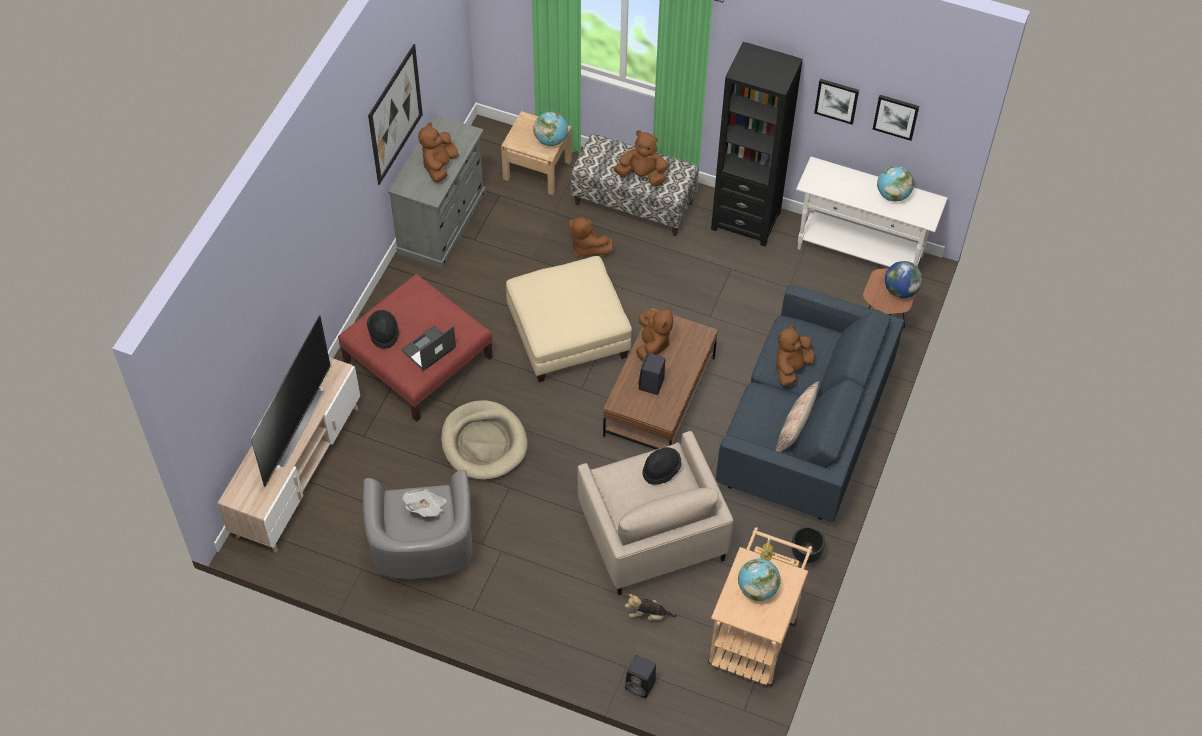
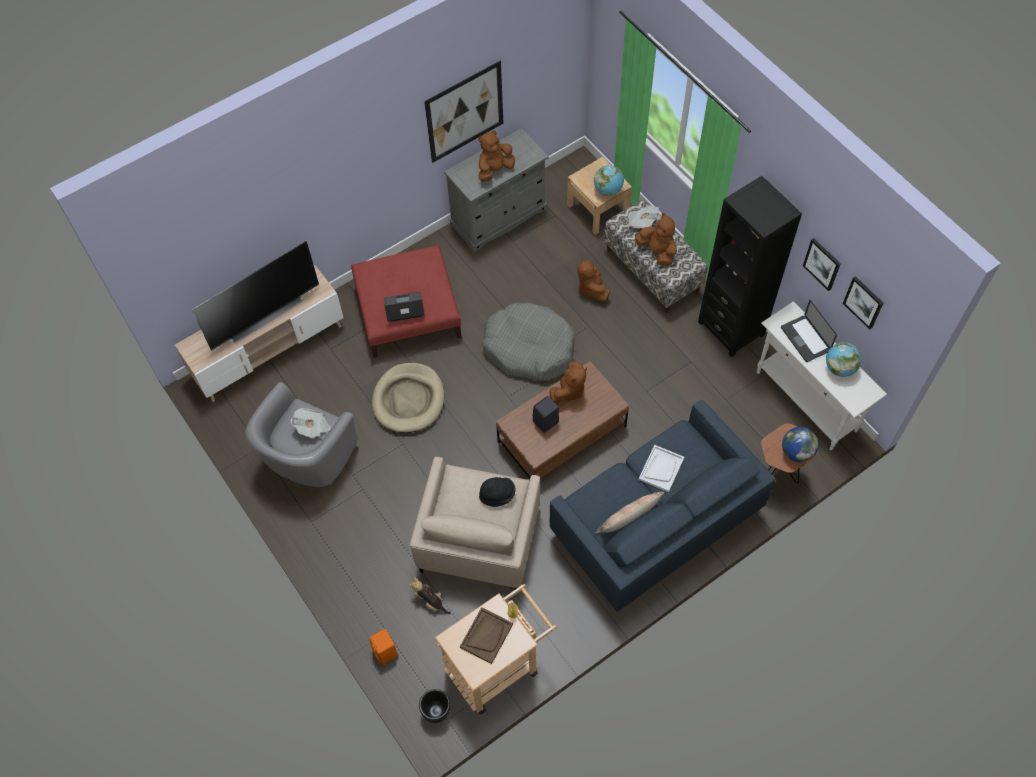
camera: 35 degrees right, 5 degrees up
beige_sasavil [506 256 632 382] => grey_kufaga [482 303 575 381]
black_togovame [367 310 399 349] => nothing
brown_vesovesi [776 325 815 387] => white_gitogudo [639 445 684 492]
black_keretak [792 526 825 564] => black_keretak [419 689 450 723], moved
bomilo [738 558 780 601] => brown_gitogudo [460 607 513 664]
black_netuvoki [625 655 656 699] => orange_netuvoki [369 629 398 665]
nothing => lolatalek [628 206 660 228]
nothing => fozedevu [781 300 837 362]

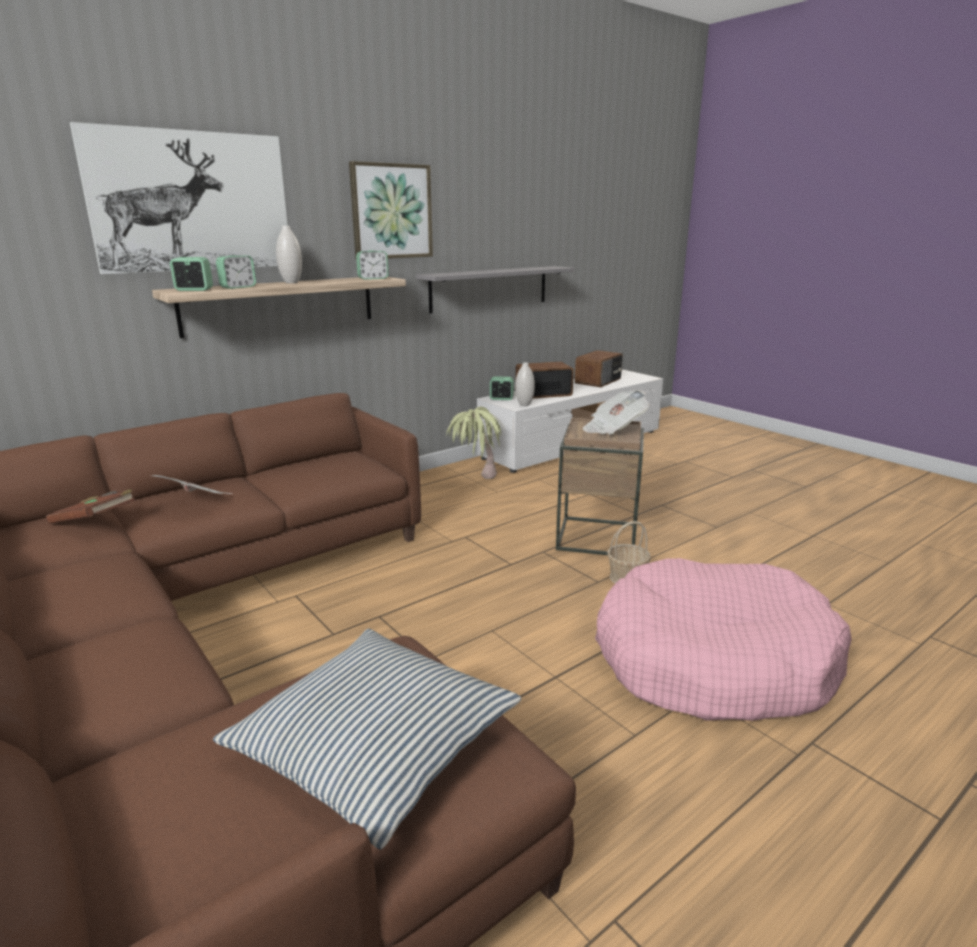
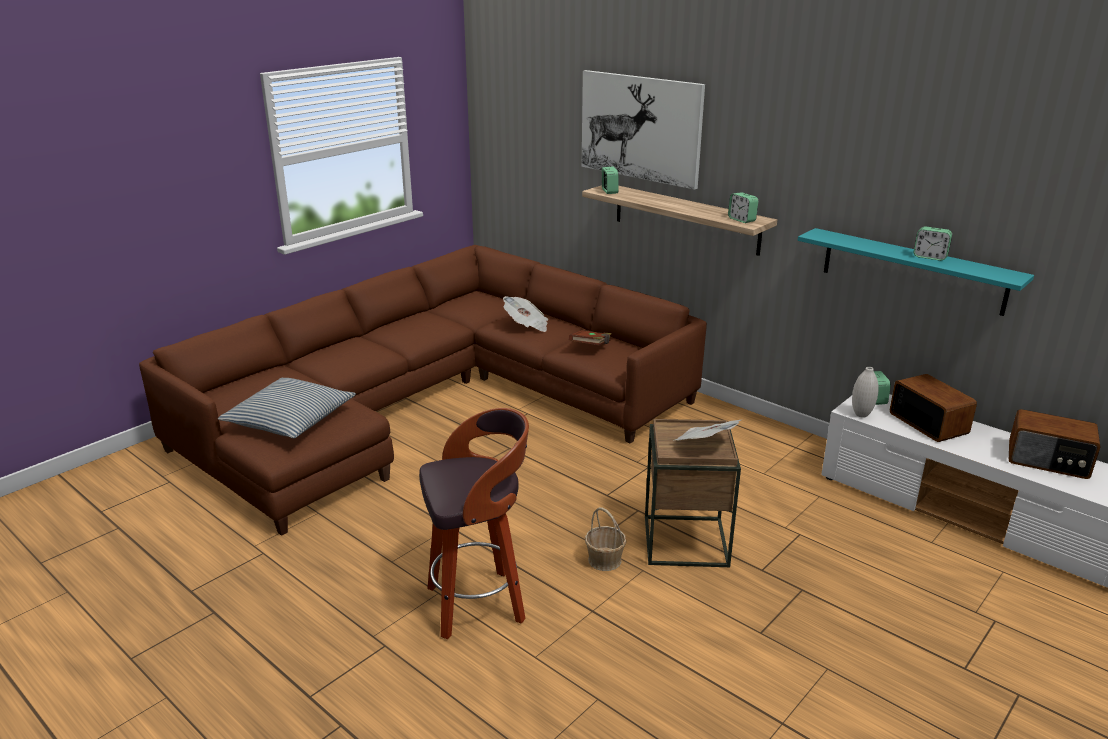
camera: 80 degrees right, 5 degrees up
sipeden [349 161 433 259] => nothing
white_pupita [276 226 302 283] => nothing
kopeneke [216 255 256 289] => kopeneke [913 226 952 261], moved
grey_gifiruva [416 266 574 313] => turquoise_gifiruva [798 228 1034 316]
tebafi [446 407 505 479] => nothing
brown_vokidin [46 489 136 524] => brown_vokidin [569 330 612 346], moved
pink_kufaga [595 558 852 721] => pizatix [419 408 529 639]

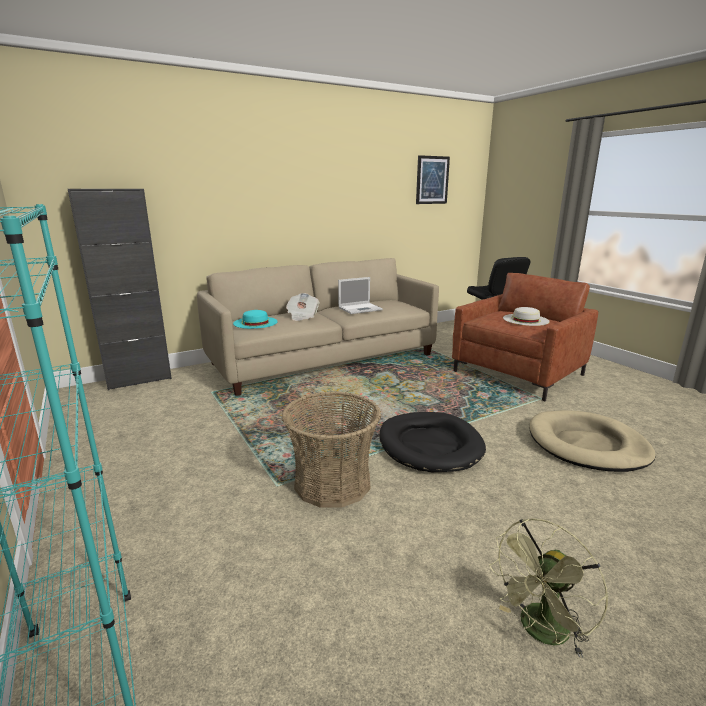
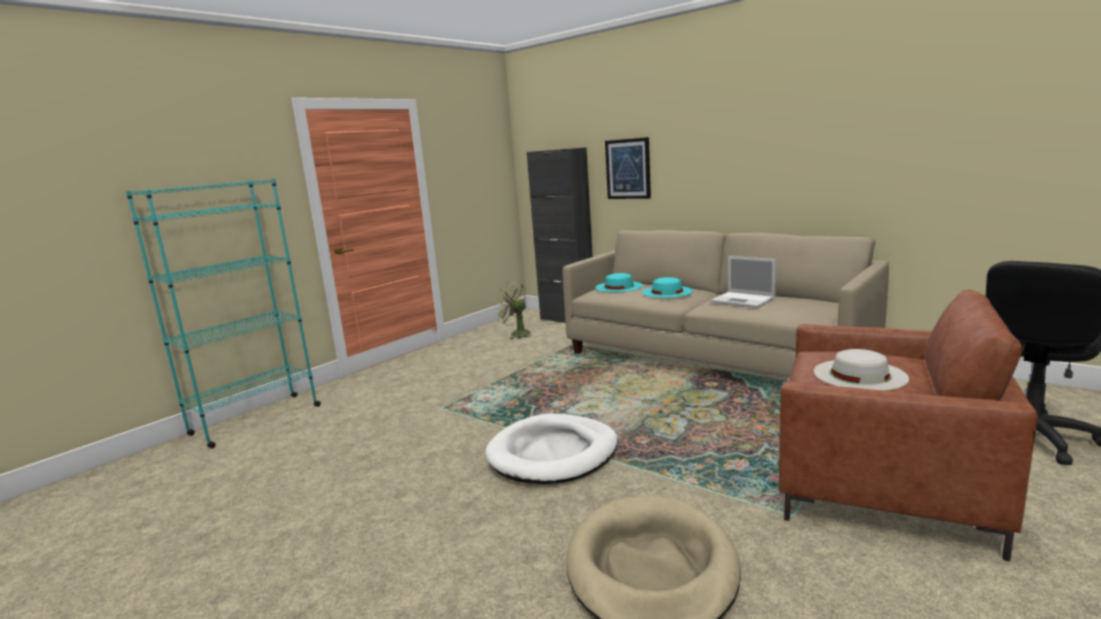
camera: 70 degrees right, 5 degrees down
sipeden [416 155 450 204] => sipeden [605 137 651 199], moved
lolatalek [286 293 320 321] => turquoise_togovame [642 277 693 298]
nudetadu [281 391 381 508] => nothing
black_kufaga [379 412 486 472] => white_kufaga [485 413 618 484]
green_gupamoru [489 518 609 658] => green_gupamoru [494 281 532 339], moved

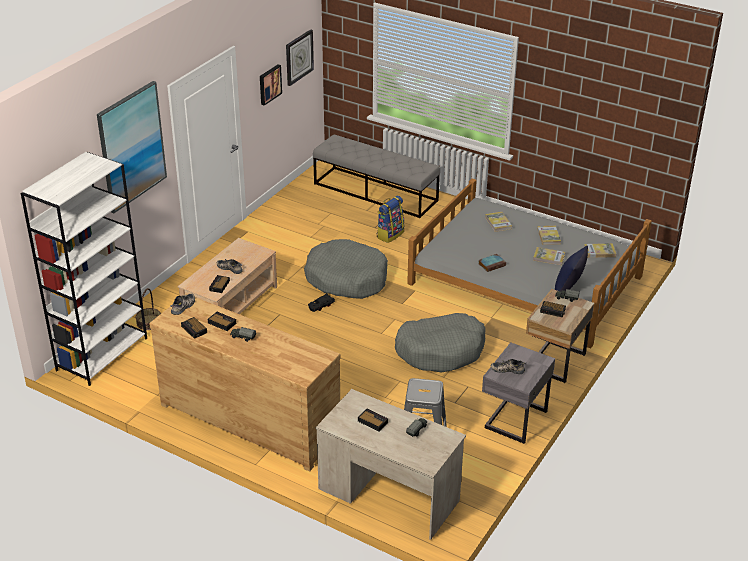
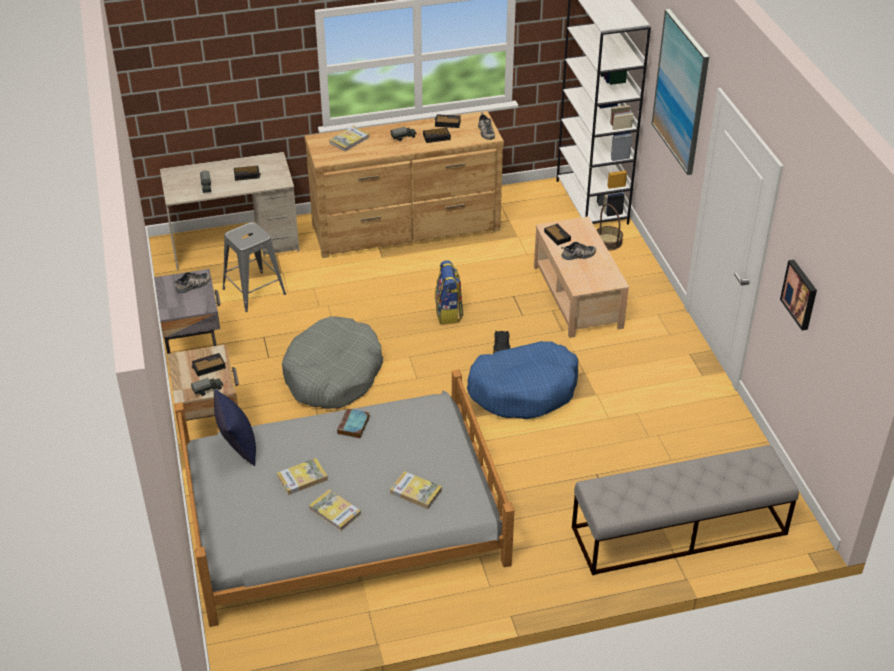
camera: 135 degrees right, 5 degrees up
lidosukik [286 29 314 86] => nothing
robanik [376 196 404 243] => robanik [435 260 463 324], moved
grey_kufaga [304 239 388 299] => blue_kufaga [467 341 578 419]
vokidin [584 243 616 258] => vokidin [329 126 370 152], moved

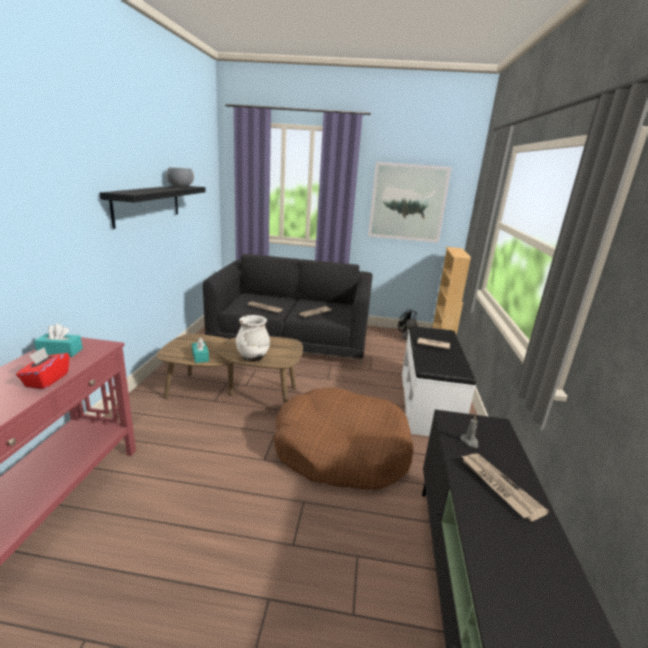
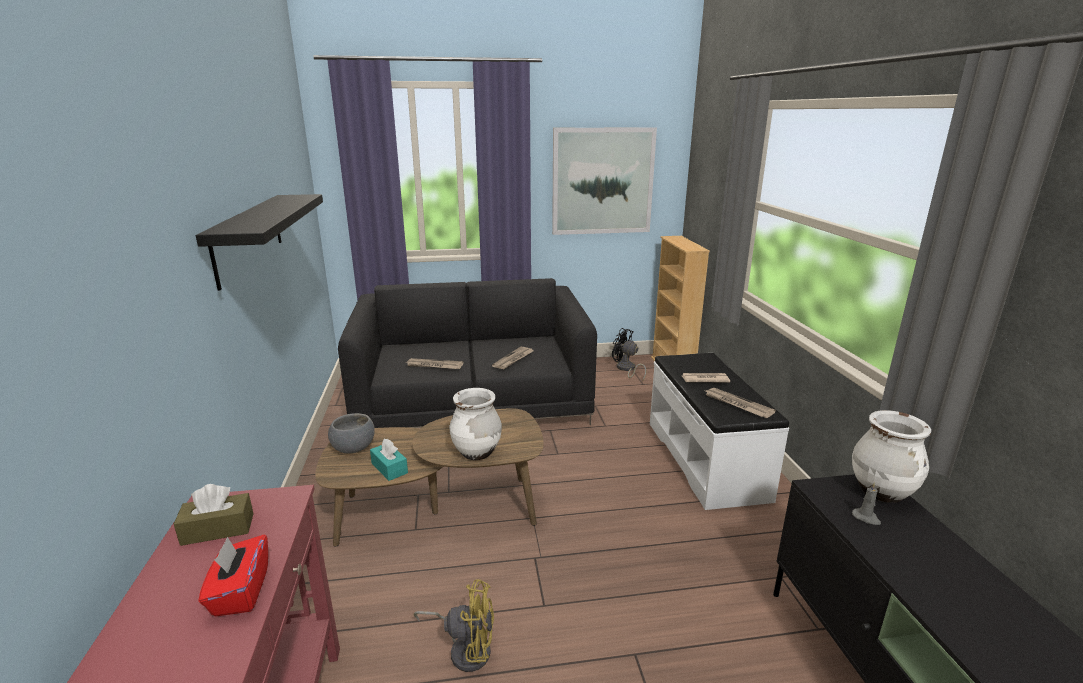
camera: 15 degrees left, 0 degrees up
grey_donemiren [166 167 194 187] => grey_donemiren [328 413 375 453], moved
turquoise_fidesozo [34 324 83 357] => brown_fidesozo [174 484 254 546]
brown_kufaga [273 387 413 490] => nothing
lolatalek [462 454 549 521] => lolatalek [706 388 776 418], moved
nothing => white_pupita [852 410 931 503]
nothing => yellow_gupamoru [414 579 494 672]

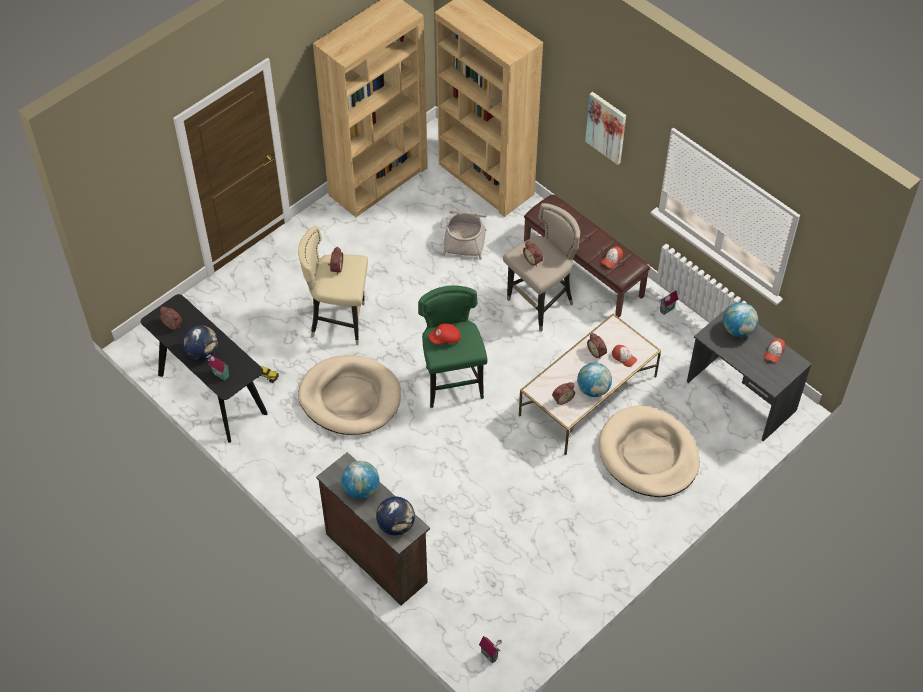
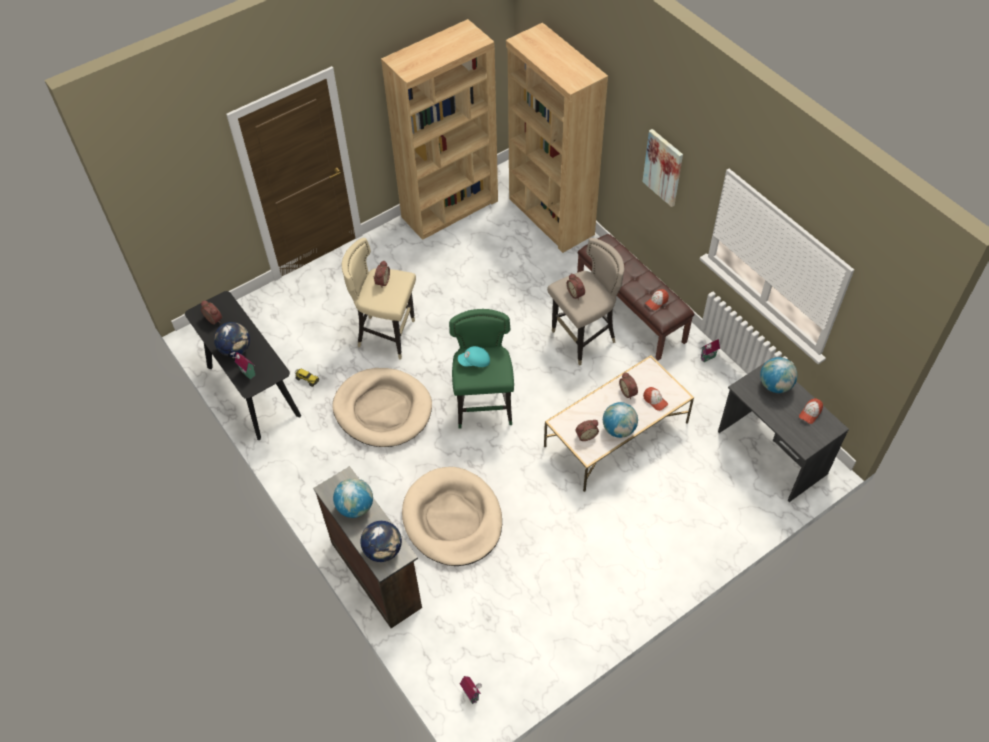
camera: 10 degrees right, 0 degrees up
nudetadu [442 211 487 260] => nothing
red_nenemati [429 323 461 344] => turquoise_nenemati [458 346 490 367]
beige_kufaga [598 405 700 497] => beige_kufaga [402 467 502 566], moved

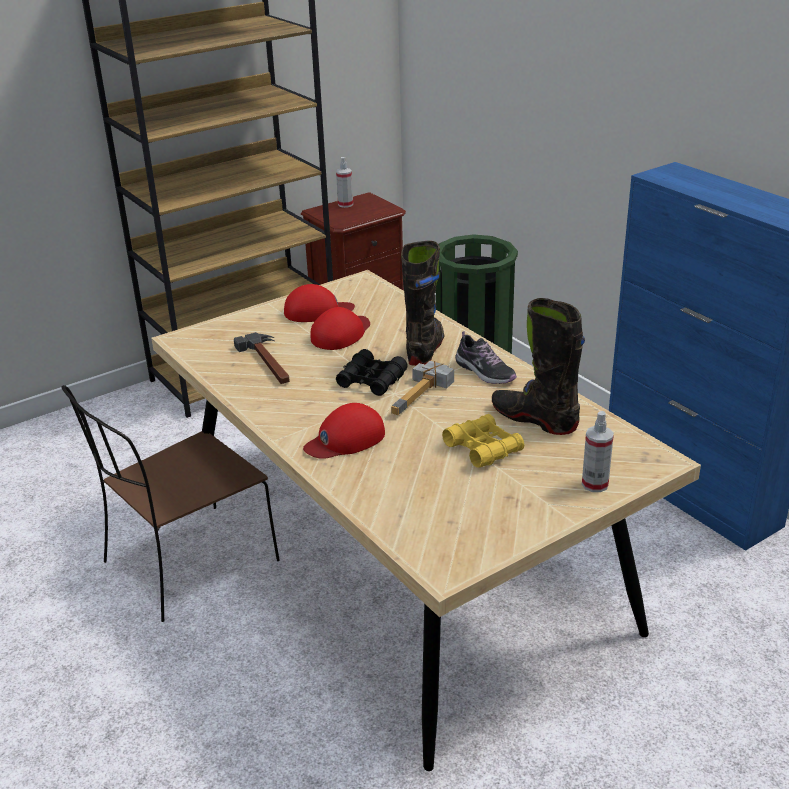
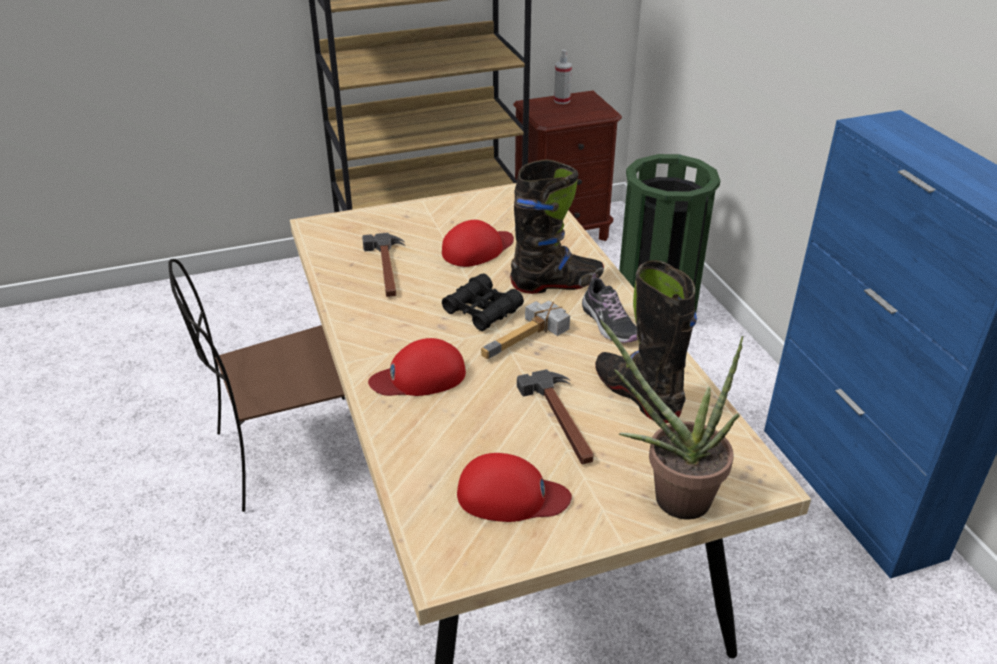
camera: 15 degrees right, 5 degrees up
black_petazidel [401 241 444 366] => black_petazidel [510 159 604 294], 45 degrees clockwise
red_nenemati [284 284 355 322] => red_nenemati [457 453 572 522], moved
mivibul [582 411 614 492] => tebafi [600 319 743 519]
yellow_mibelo [442 414 524 468] => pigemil [517 369 594 464]

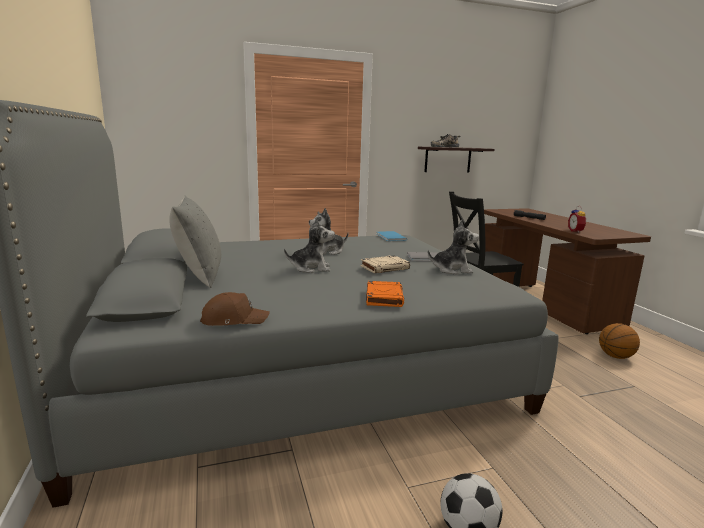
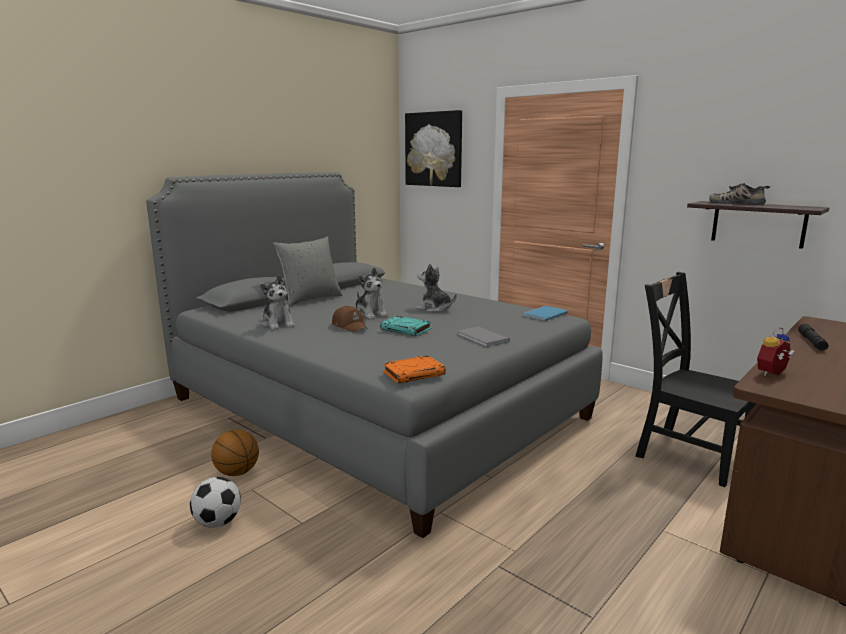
camera: 60 degrees right, 0 degrees up
vesovesi [428 220 479 275] => vesovesi [260 275 295 330], moved
beige_vokidin [360 255 410 273] => turquoise_vokidin [380 316 432 336]
orange_vokidin [366 281 404 307] => orange_vokidin [383 355 446 383], moved
brown_nenemati [200 292 270 326] => brown_nenemati [332 305 368 332], moved
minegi [599 323 640 359] => minegi [211 430 259 476], moved
nothing => sipeden [405 110 462 187]

